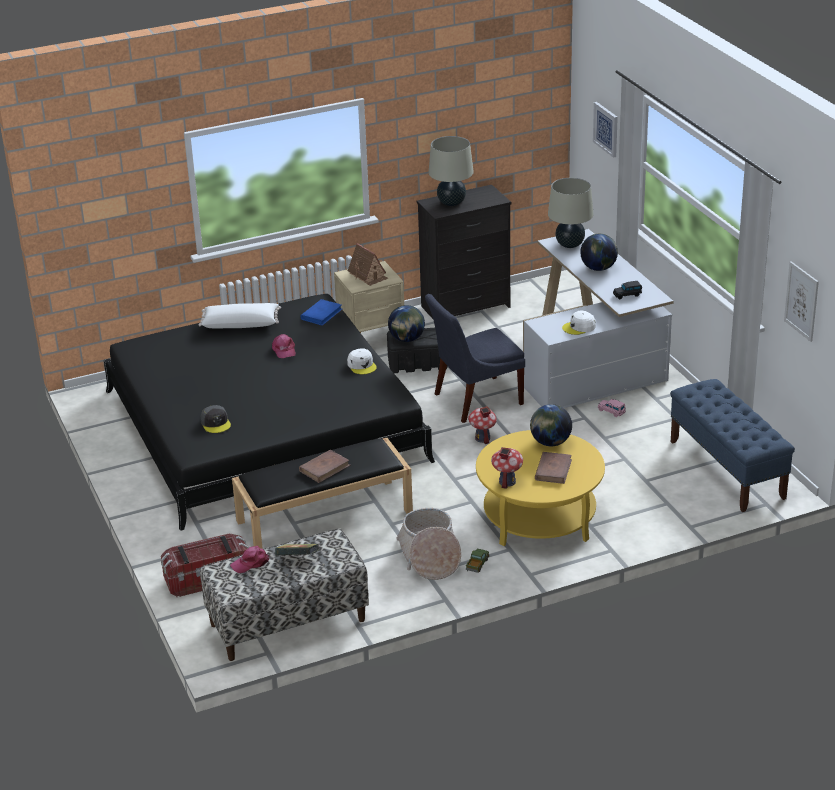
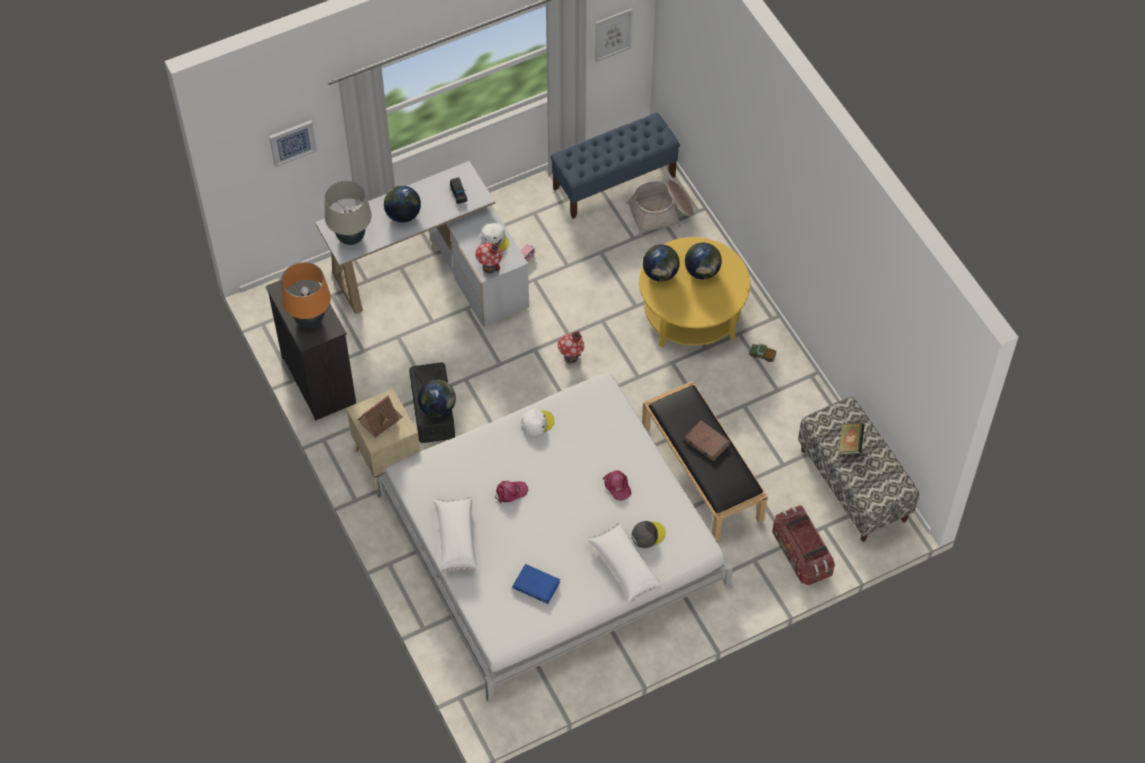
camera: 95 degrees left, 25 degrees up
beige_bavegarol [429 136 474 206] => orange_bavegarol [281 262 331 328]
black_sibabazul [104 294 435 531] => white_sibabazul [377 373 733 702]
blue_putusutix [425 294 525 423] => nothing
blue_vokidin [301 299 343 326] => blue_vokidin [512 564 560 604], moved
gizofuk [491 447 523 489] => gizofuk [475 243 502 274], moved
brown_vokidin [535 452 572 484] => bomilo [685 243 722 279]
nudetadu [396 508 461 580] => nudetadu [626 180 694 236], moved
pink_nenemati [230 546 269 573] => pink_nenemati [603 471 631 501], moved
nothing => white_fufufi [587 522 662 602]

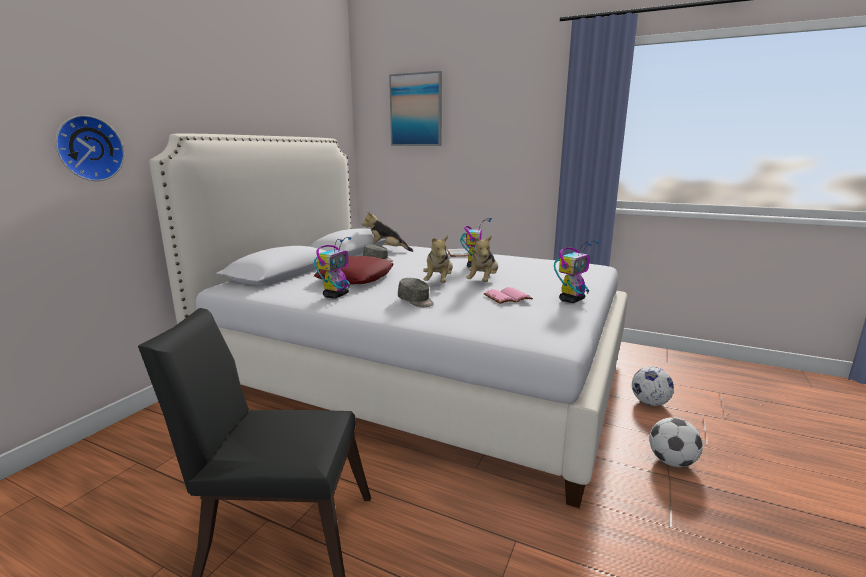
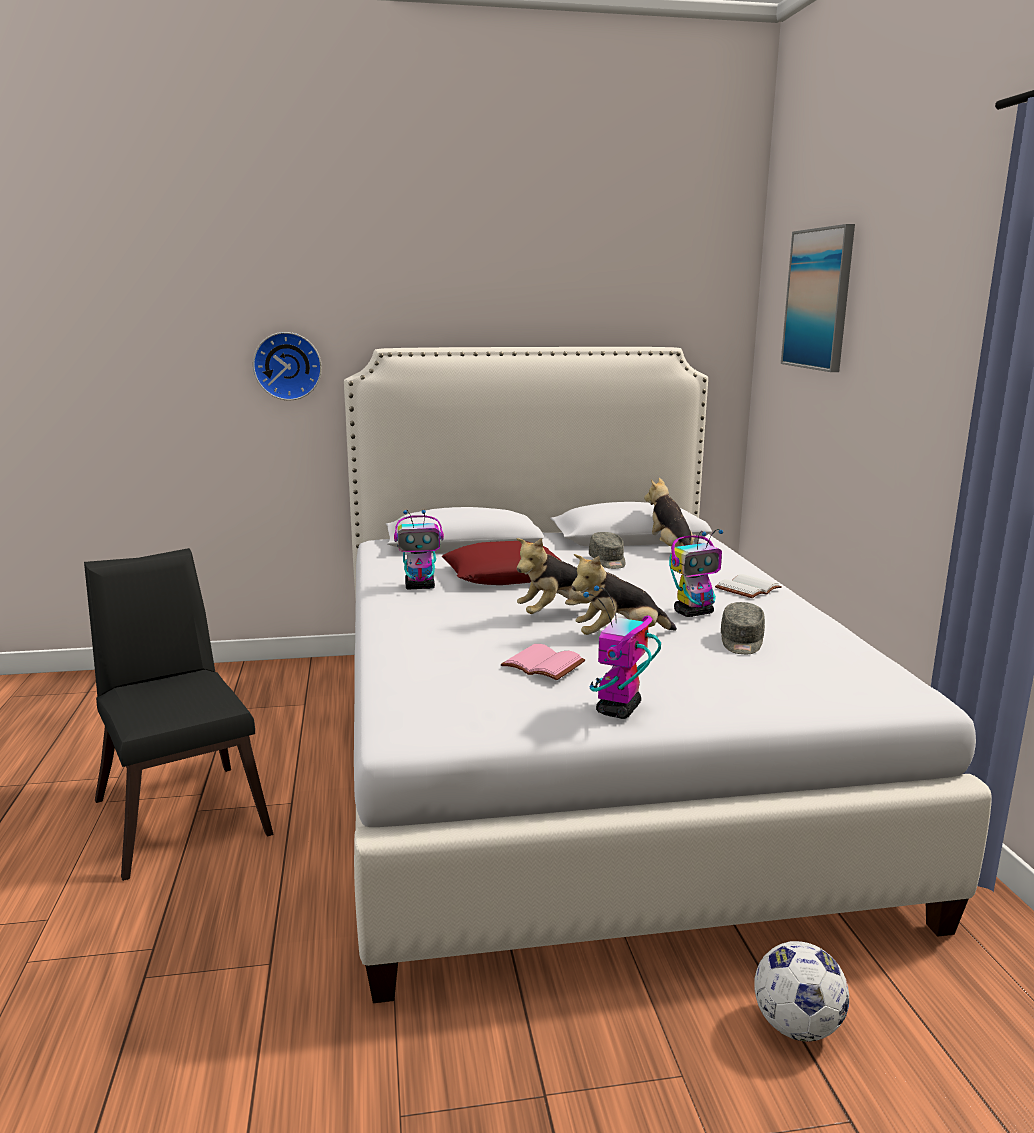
camera: 55 degrees right, 0 degrees up
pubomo [554 241 599 303] => pubomo [583 585 661 719], 105 degrees clockwise
grey_nenemati [398 278 434 307] => grey_nenemati [721 602 765 654], moved
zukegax [649 417 703 467] => nothing

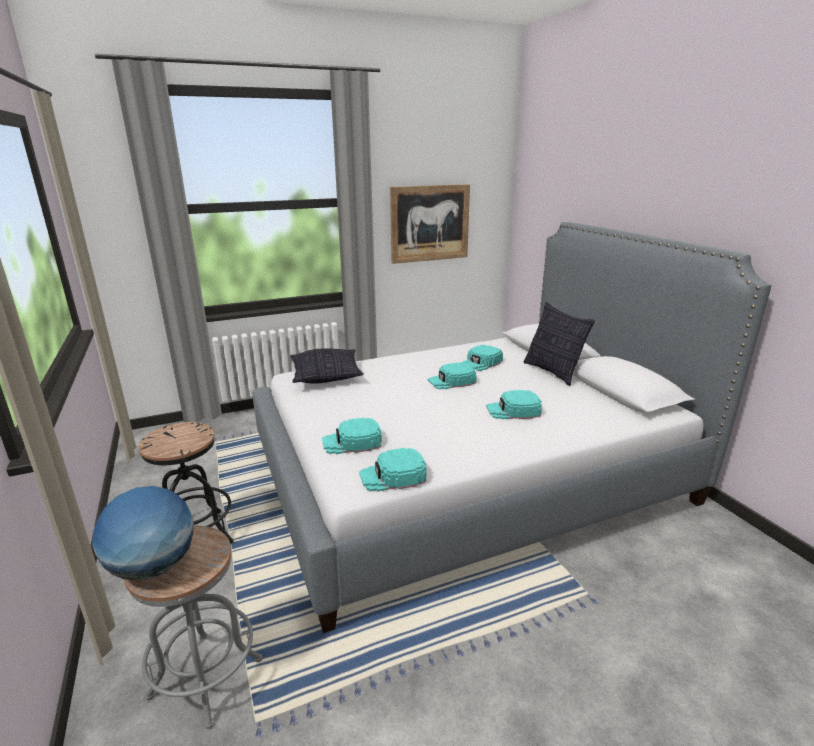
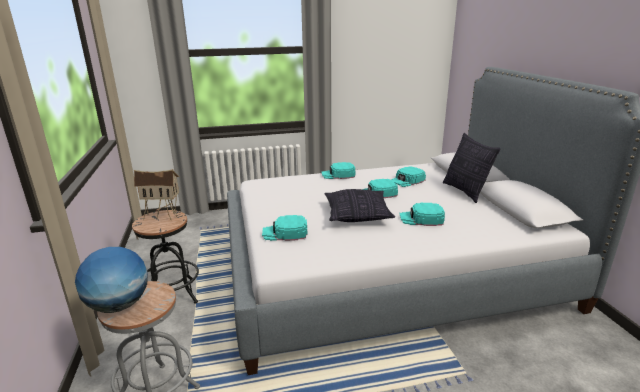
camera: 10 degrees right, 0 degrees up
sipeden [390 184 470 264] => nothing
fufufi [290 349 364 384] => fufufi [325 189 395 222], moved
turquoise_nenemati [359 448 426 492] => turquoise_nenemati [321 162 356 179], moved
nothing => gizofuk [134 169 179 221]

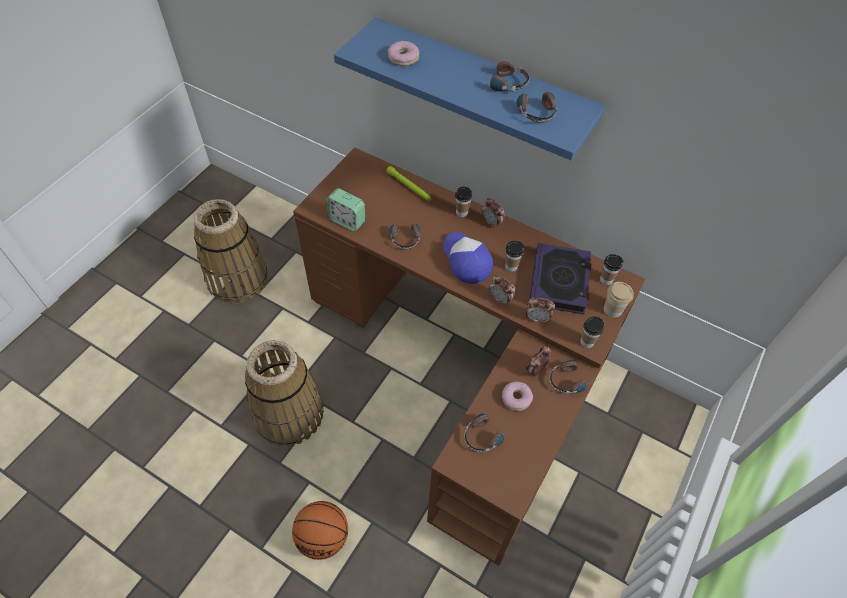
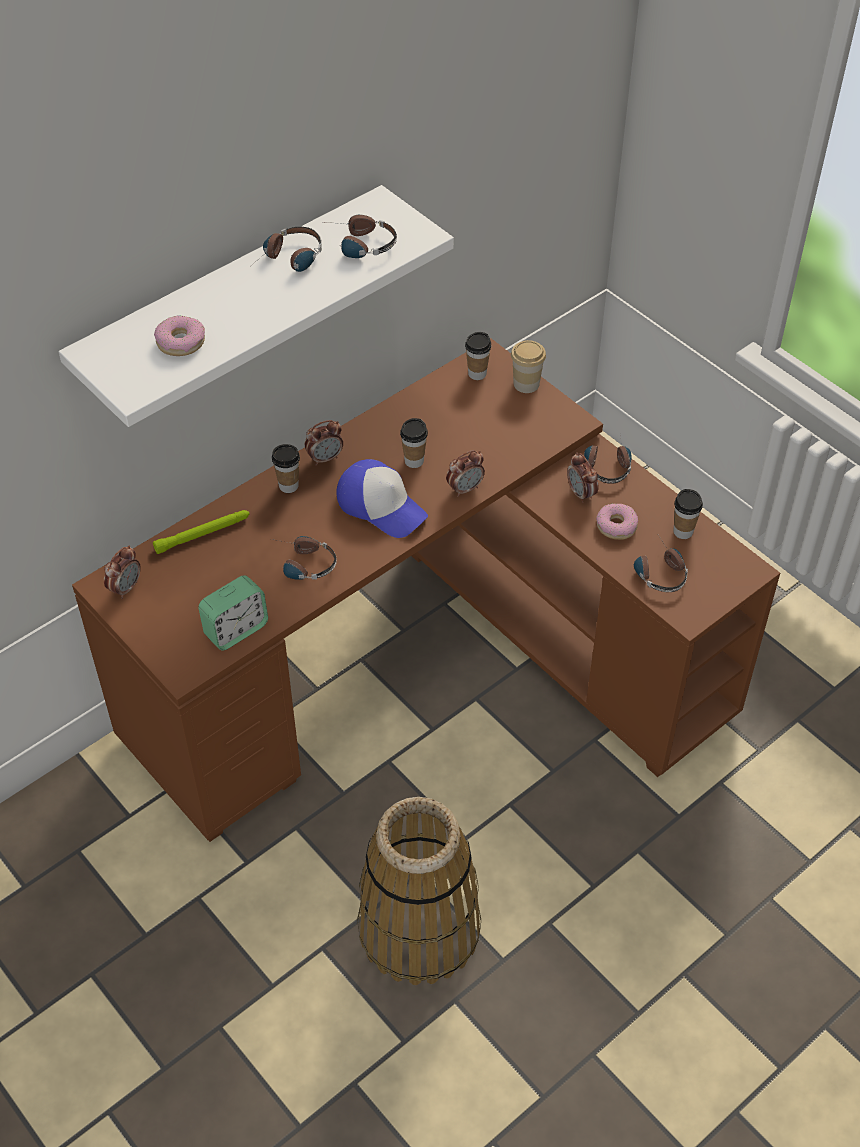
camera: 70 degrees left, 5 degrees down
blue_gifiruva [334 17 606 160] => white_gifiruva [59 185 454 427]
nudetadu [194 199 268 304] => nothing
nenemati [443 232 493 284] => nenemati [336 459 428 538], 135 degrees counterclockwise
vokidin [530 243 592 314] => nothing
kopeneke [526 297 555 323] => kopeneke [104 546 141 599], moved
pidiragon [580 316 604 348] => pidiragon [673 489 703 539], moved
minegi [292 501 348 560] => nothing

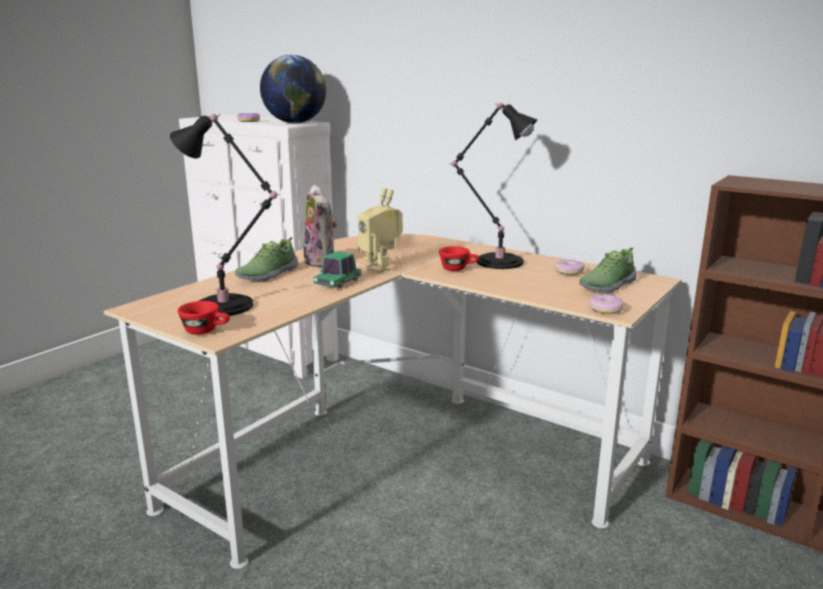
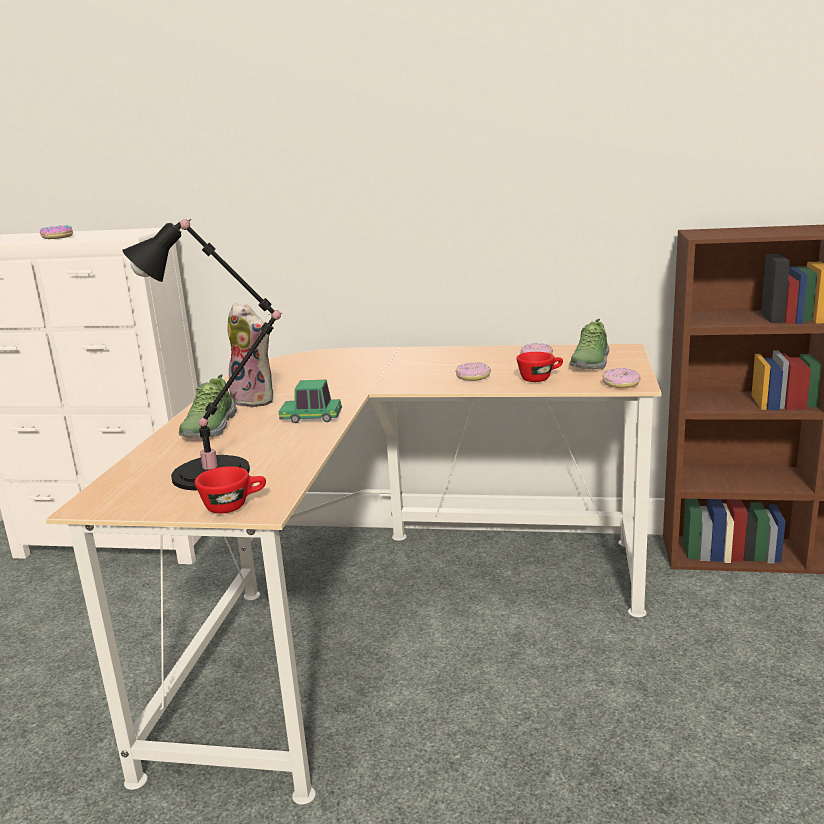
camera: 25 degrees left, 0 degrees up
bomilo [260 55 326 123] => nothing
black_bavegarol [451 103 537 269] => nothing
pubomo [358 188 403 273] => nothing
red_pidiragon [439 246 479 271] => red_pidiragon [516 352 563 382], moved
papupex [314 251 361 288] => papupex [279 380 342 423], 90 degrees clockwise
nothing => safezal [455 363 491 381]

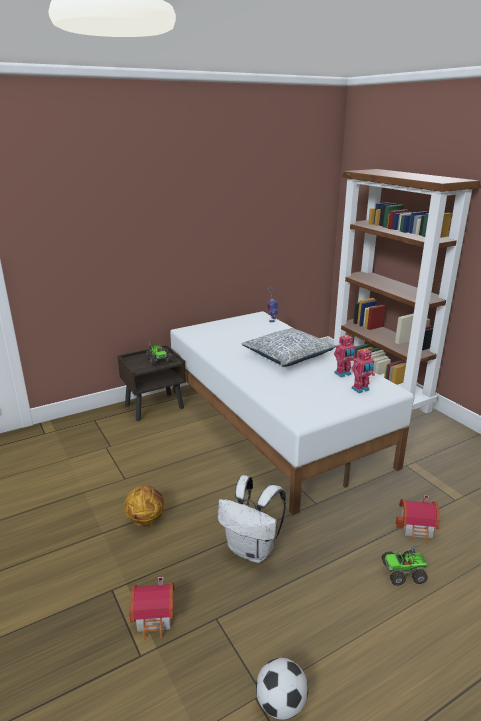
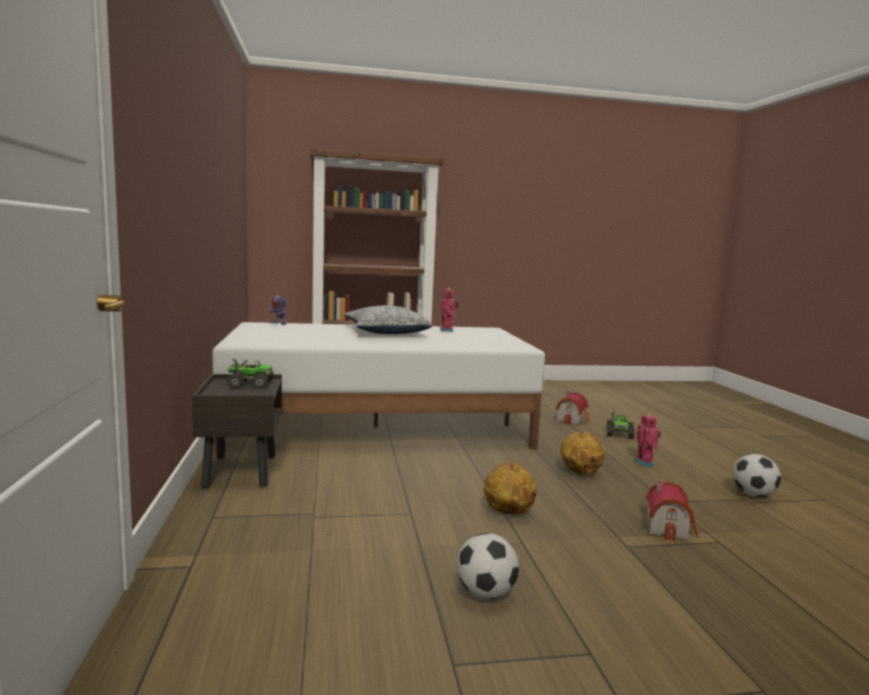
camera: 70 degrees left, 15 degrees down
pubomo [352 348 375 393] => pubomo [634 413 661 466], moved
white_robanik [218 475 286 563] => minegi [560 431 605 475]
nothing => zukegax [457 533 519 599]

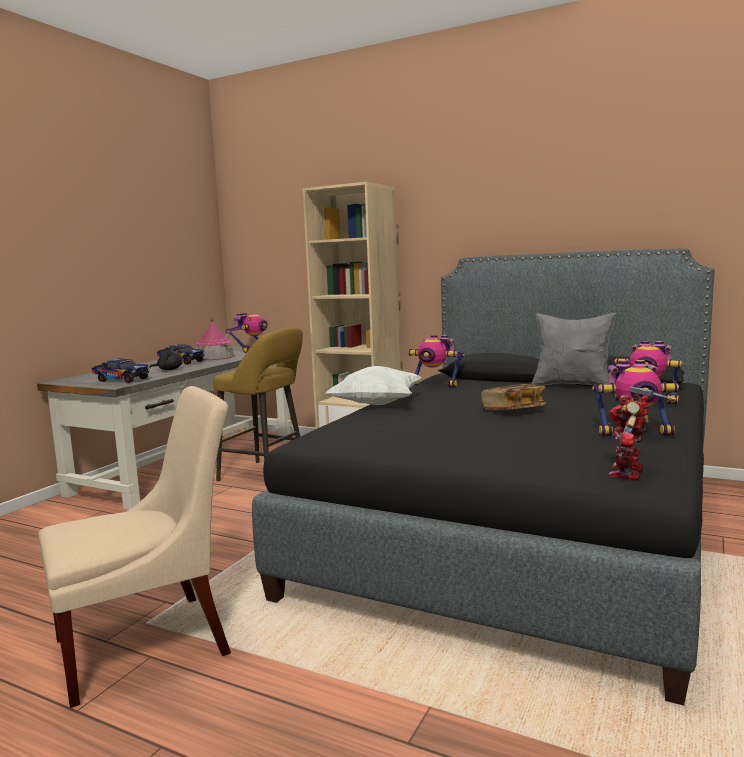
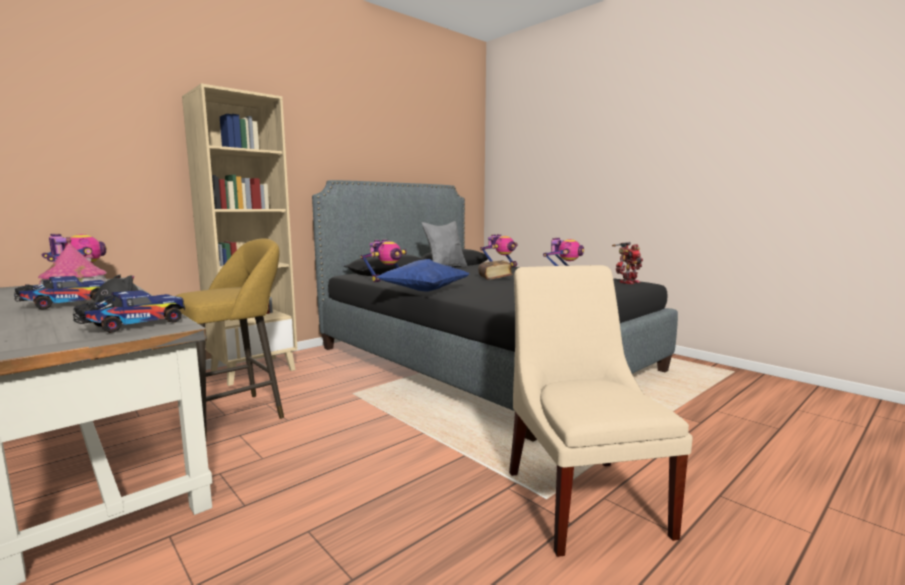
camera: 70 degrees left, 0 degrees up
white_fufufi [326 366 422 405] => blue_fufufi [377 259 469 292]
pubomo [608 386 677 480] => pubomo [612 242 643 284], 90 degrees counterclockwise

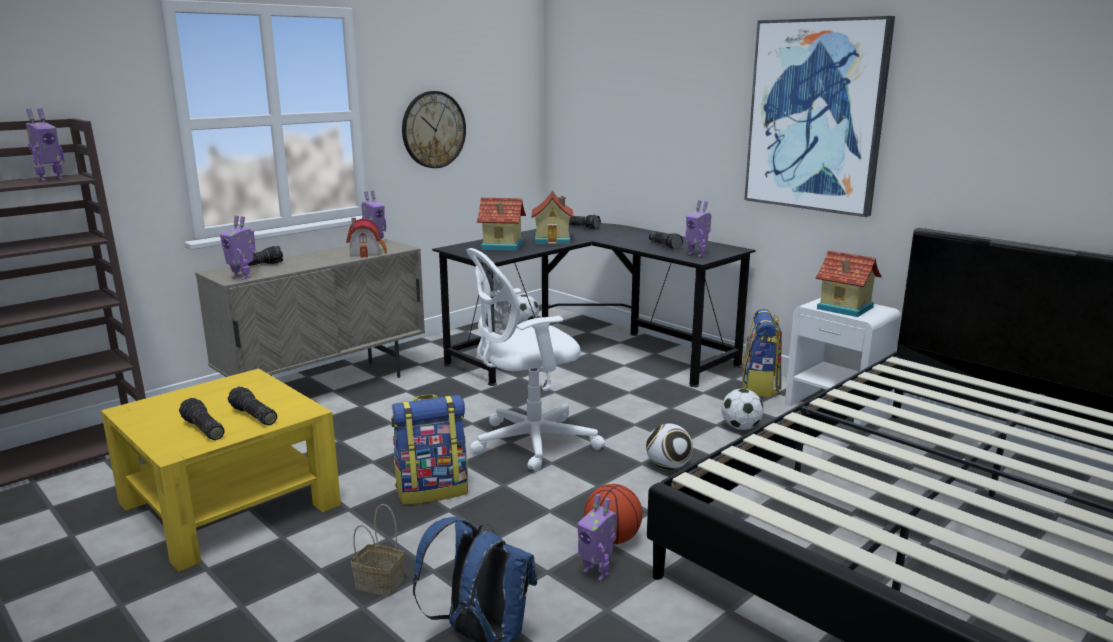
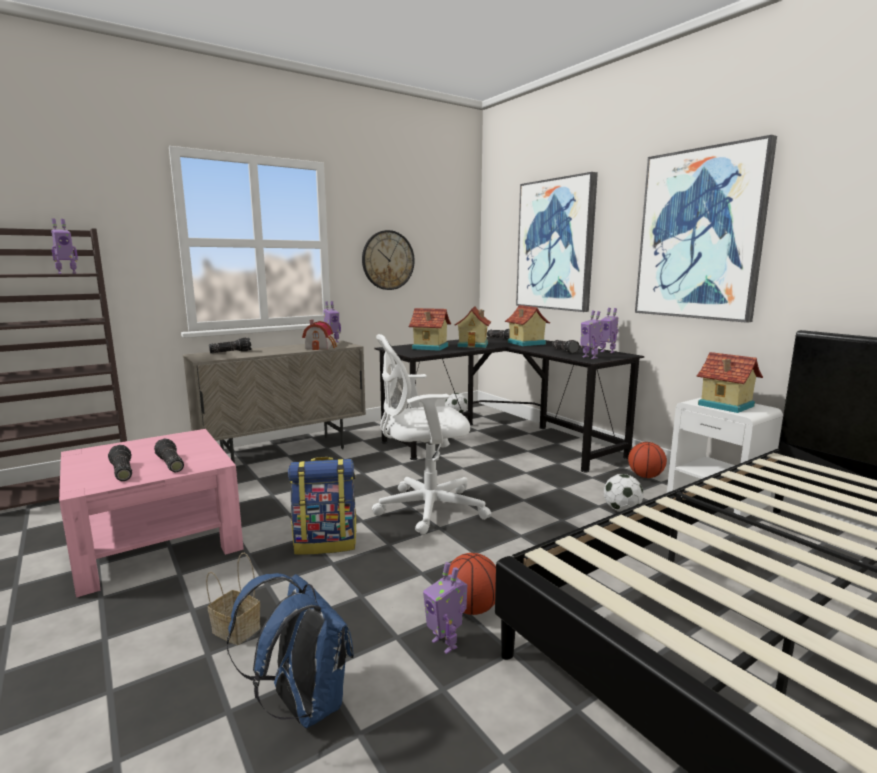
camera: 10 degrees right, 5 degrees down
pubomo [220 216 256 280] => pubomo [600 308 618 353], moved
robanik [742 309 782 397] => minegi [628 442 667 478]
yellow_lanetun [101 369 341 572] => pink_lanetun [59 429 244 598]
zukegax [646 423 693 470] => nothing
nothing => sipeden [516 172 598 312]
nothing => gizofuk [505 305 550 346]

